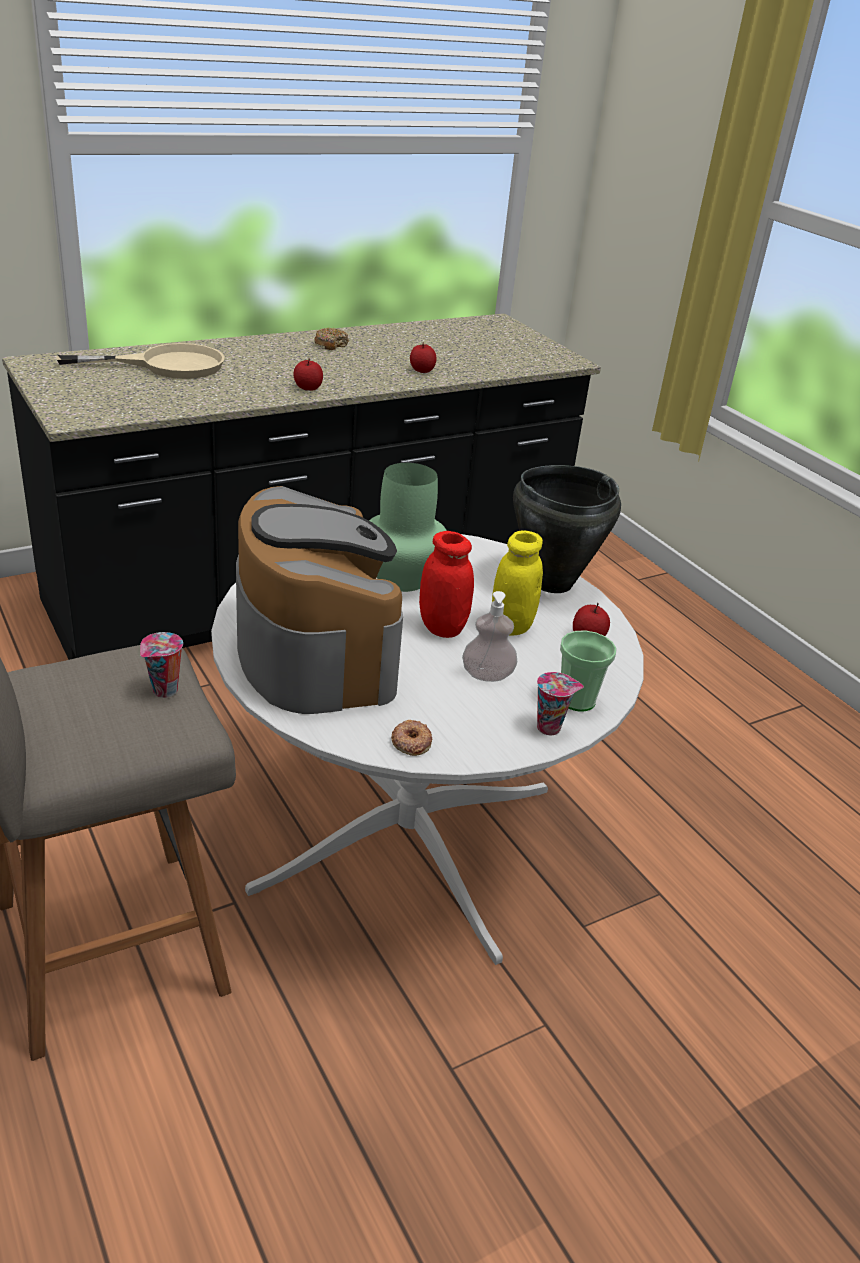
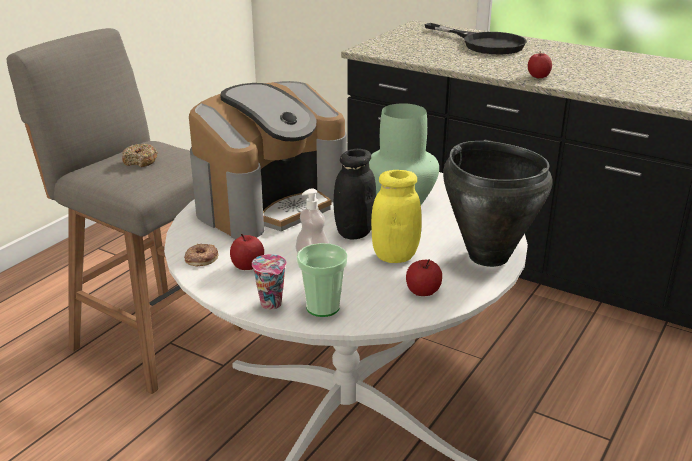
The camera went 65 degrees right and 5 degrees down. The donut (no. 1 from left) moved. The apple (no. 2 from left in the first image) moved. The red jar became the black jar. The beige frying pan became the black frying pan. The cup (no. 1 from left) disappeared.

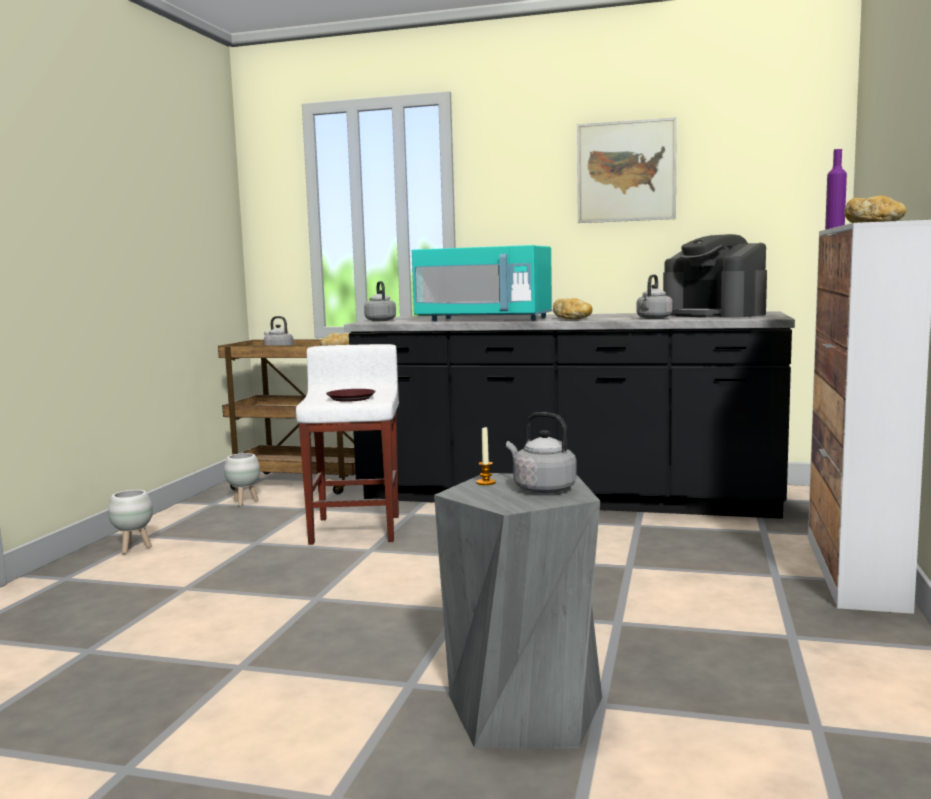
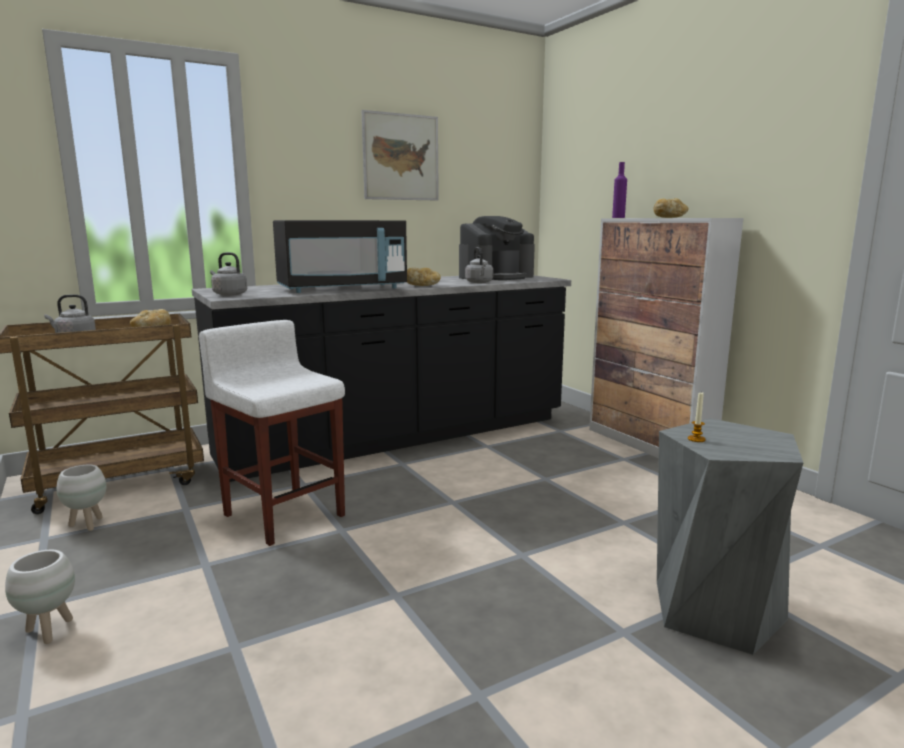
The camera went 45 degrees left and 5 degrees up. The turquoise microwave became the black microwave. The coffee machine turned 45 degrees counterclockwise. The brown plate disappeared. The grey kettle (no. 3 from left) disappeared.

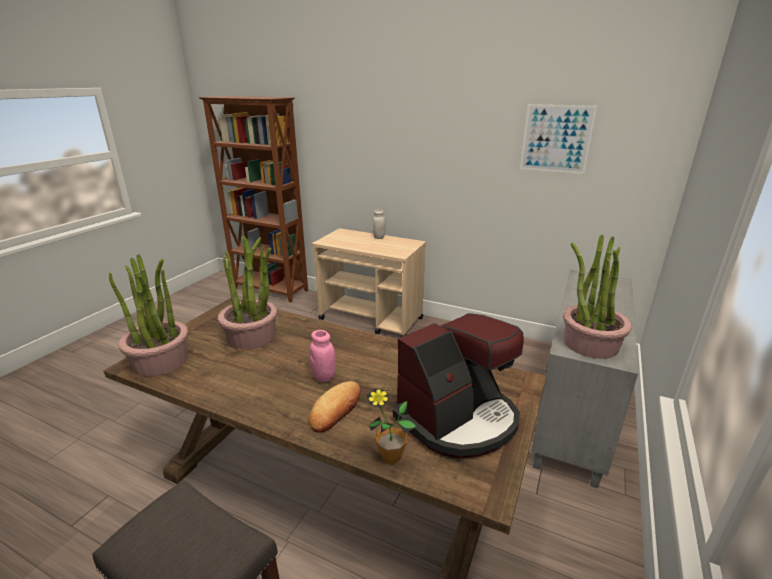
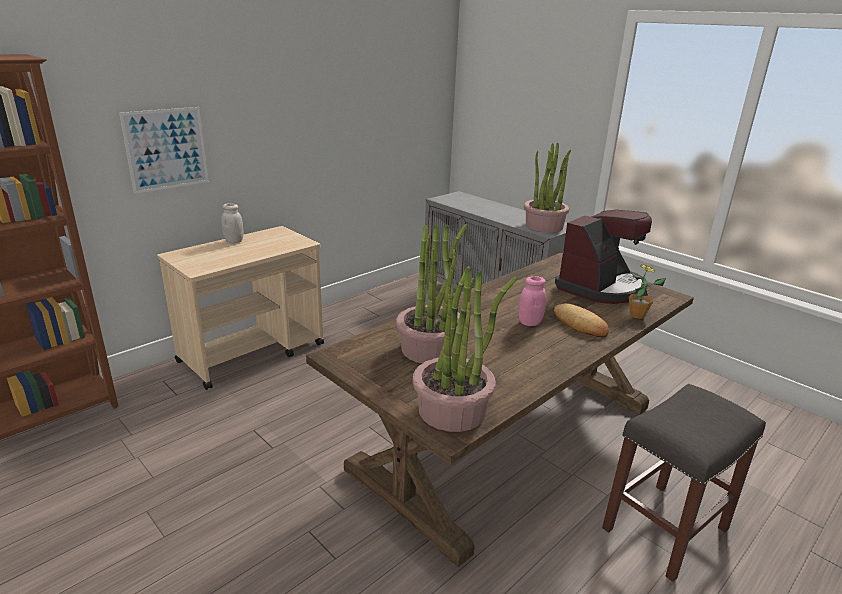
The camera went 70 degrees left and 0 degrees up. The picture moved. The coffee machine turned 60 degrees clockwise.

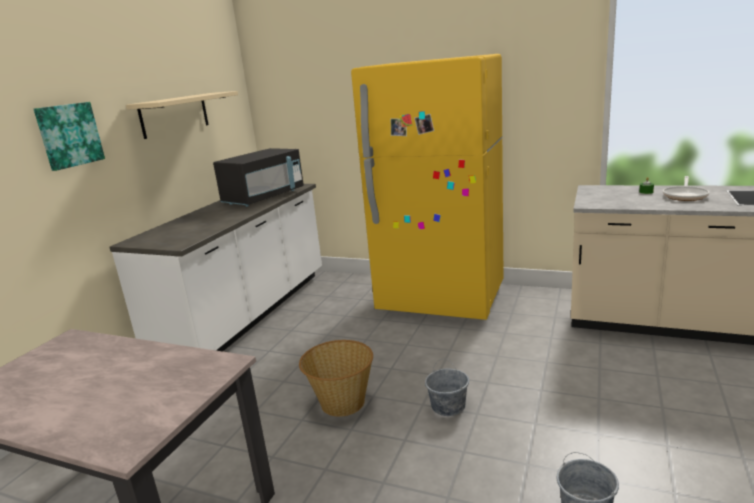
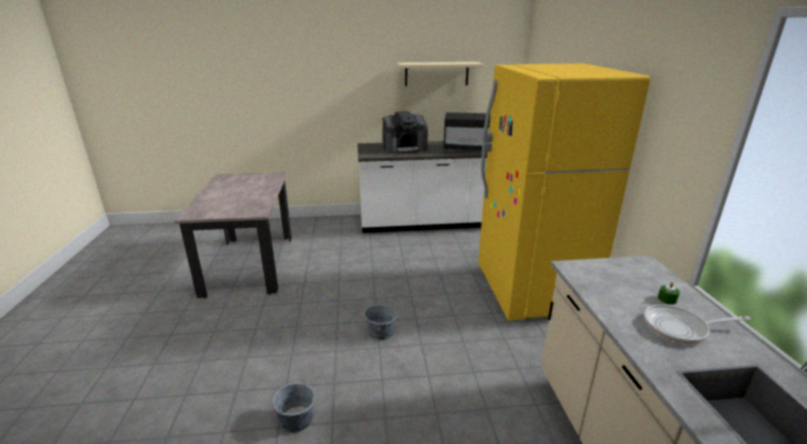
The camera went 60 degrees right and 5 degrees up. The coffee machine appeared. The picture disappeared. The basket disappeared.

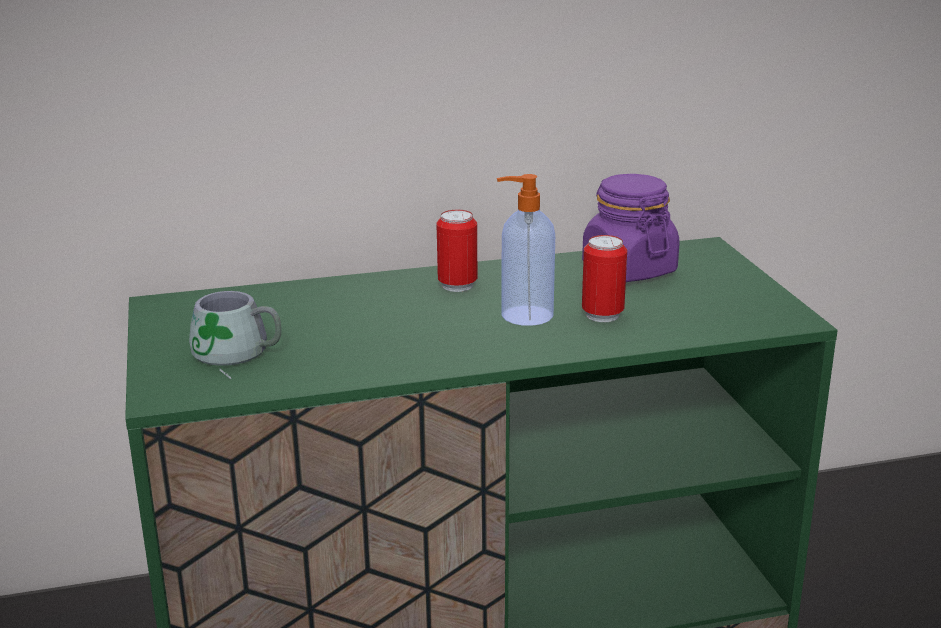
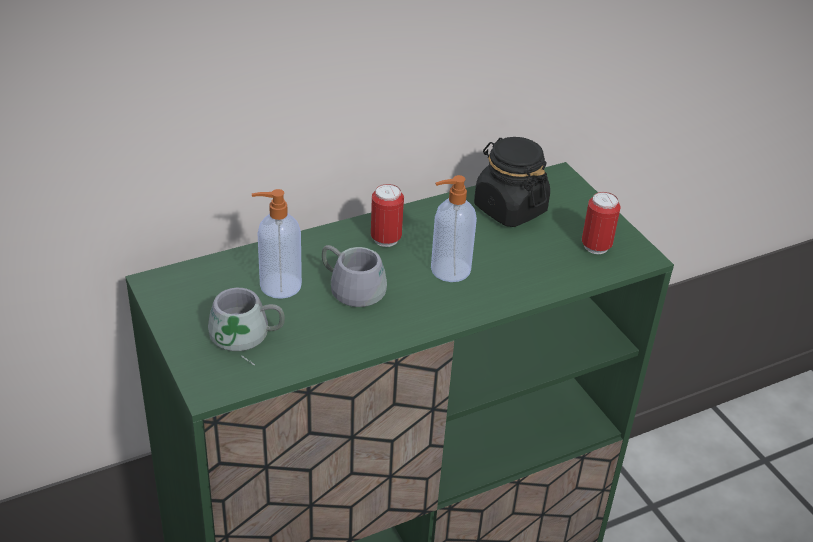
The camera went 15 degrees left and 15 degrees up. The soap dispenser (no. 1 from left) appeared. The grey mug (no. 2 from left) appeared. The purple jar became the black jar. The can (no. 2 from left) moved.

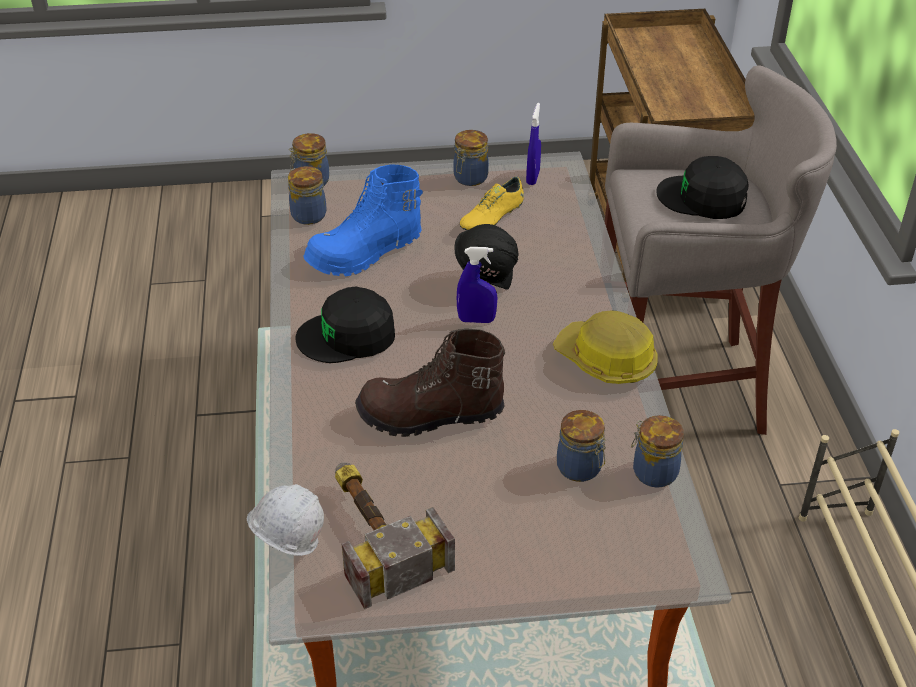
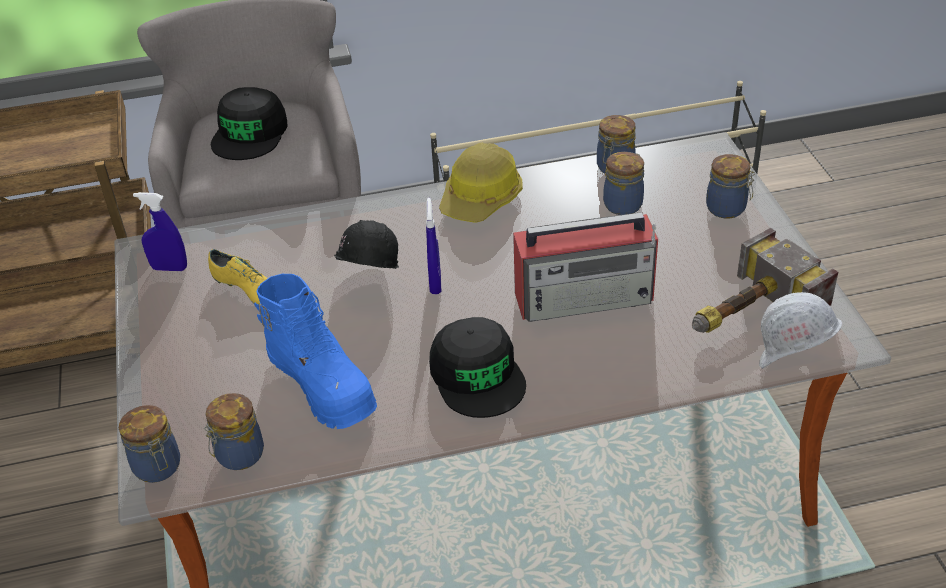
The camera went 95 degrees left and 0 degrees up. The brown boot was replaced by the radio. The jar (no. 3 from left in the first image) moved.

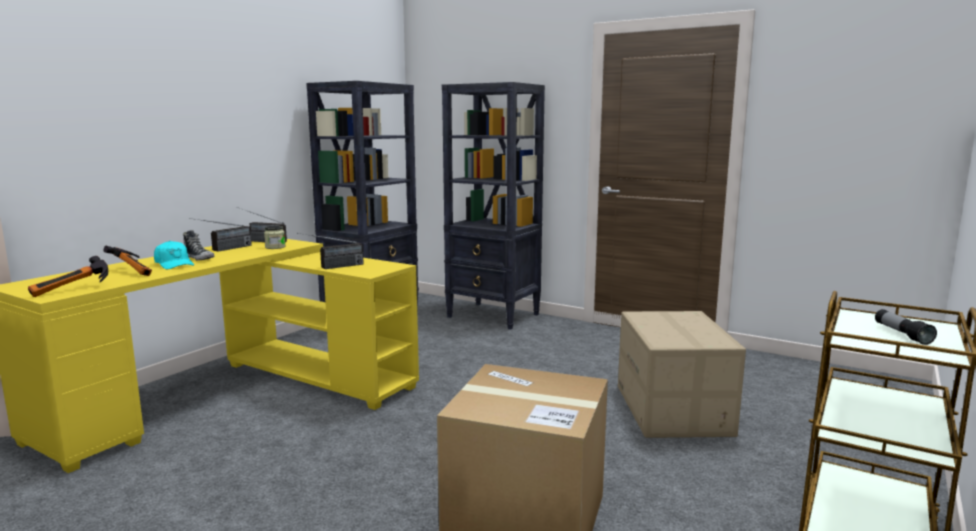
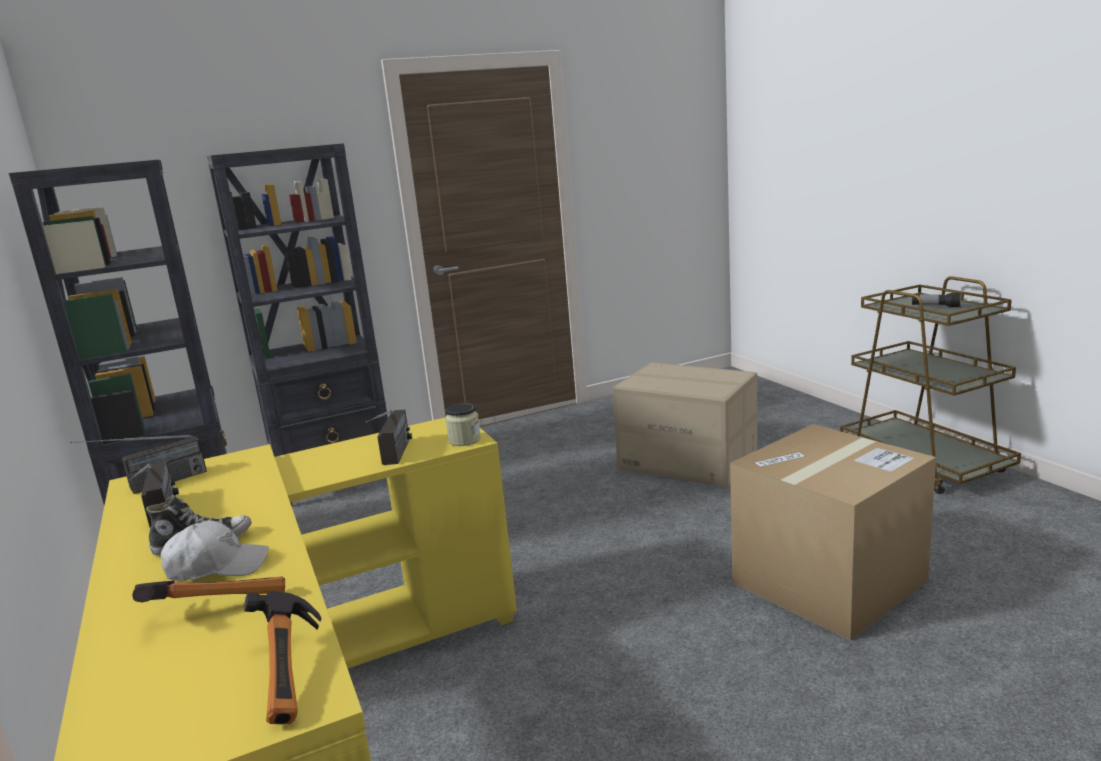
The camera went 55 degrees left and 5 degrees up. The turquoise cap became the white cap. The jar moved.

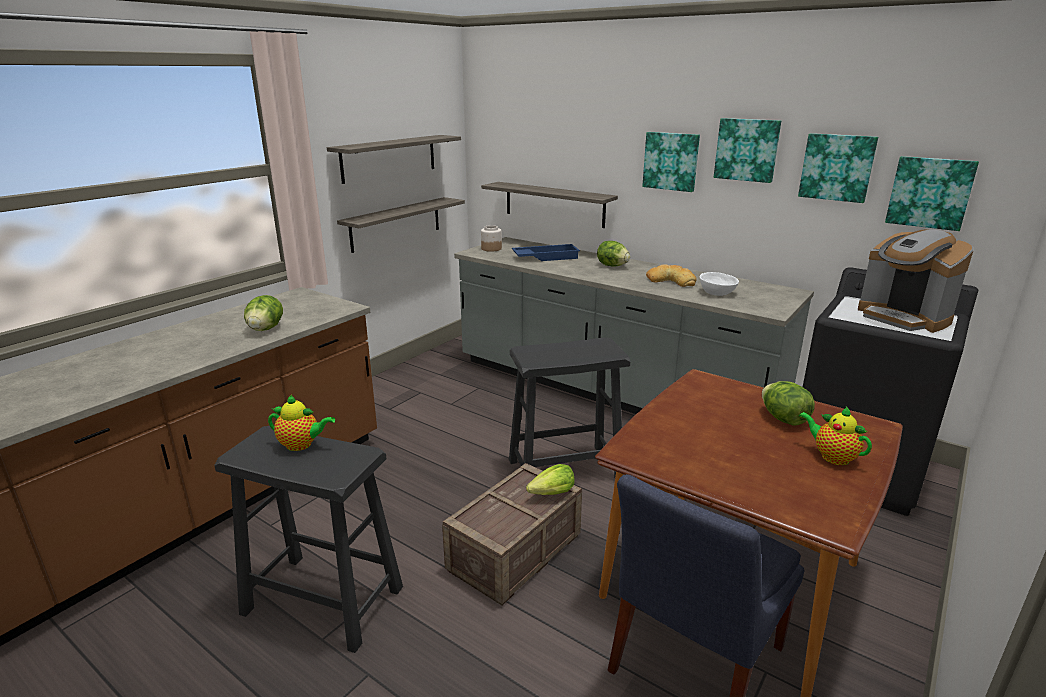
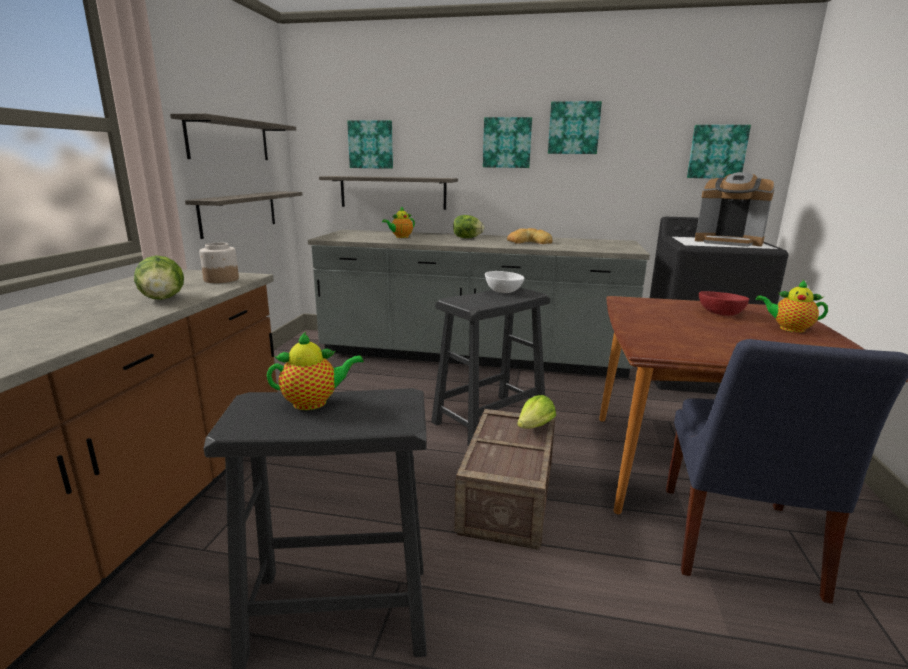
The camera went 25 degrees left and 5 degrees down. The jar moved. The picture (no. 3 from left in the first image) moved. The blue tray was replaced by the teapot (no. 2 from left). The white bowl moved. The lettuce (no. 4 from left) was replaced by the red bowl.

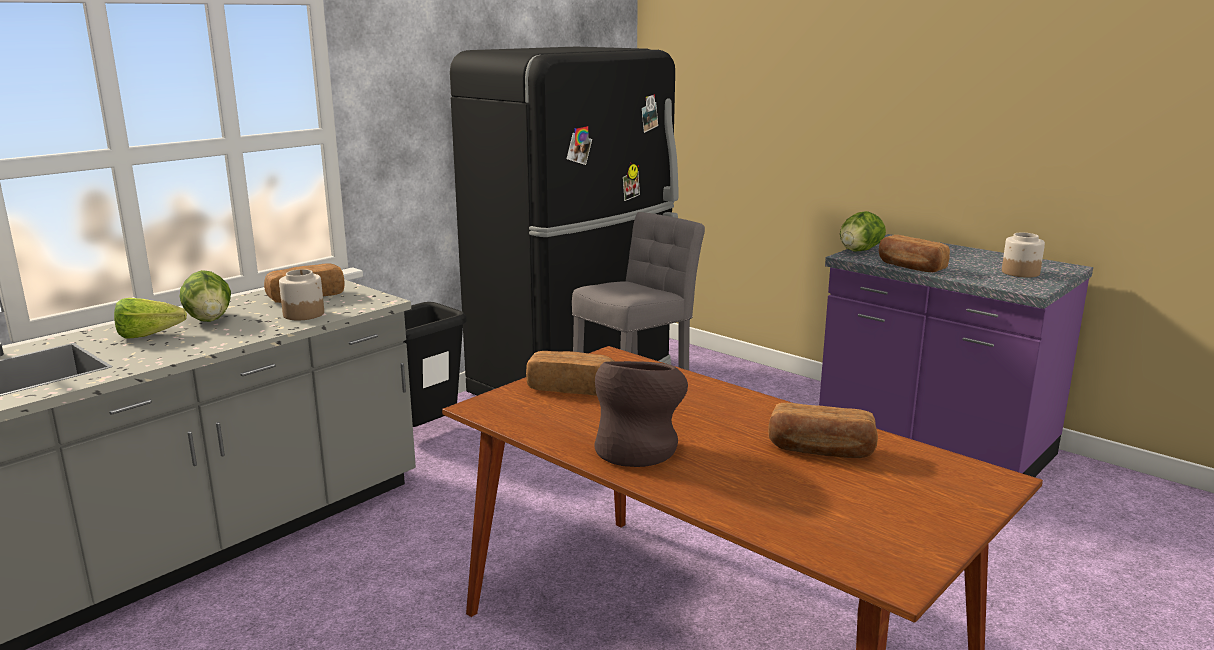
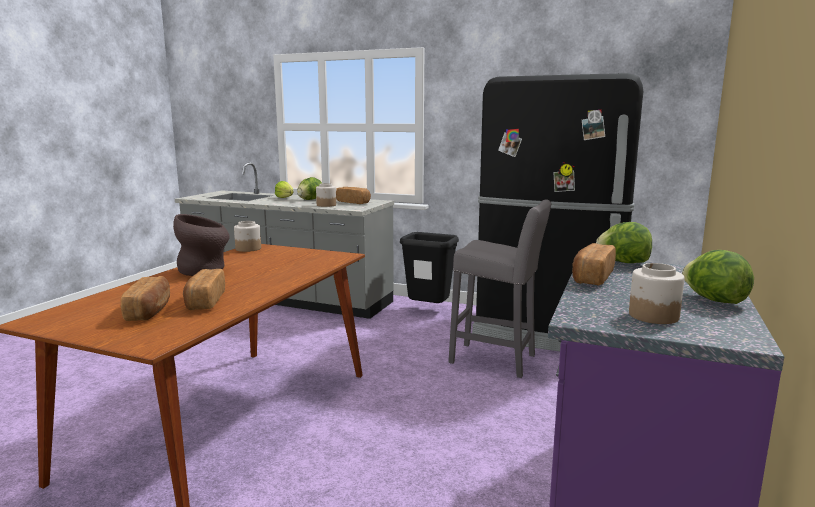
The camera went 70 degrees right and 5 degrees down. The bread (no. 2 from left in the first image) moved. The jar (no. 1 from left) appeared. The lettuce (no. 4 from left) appeared.

